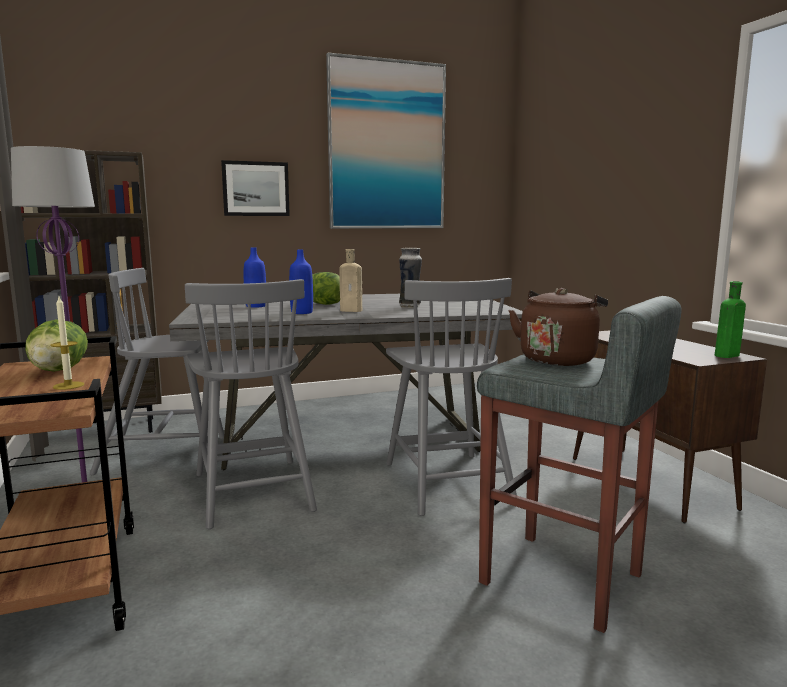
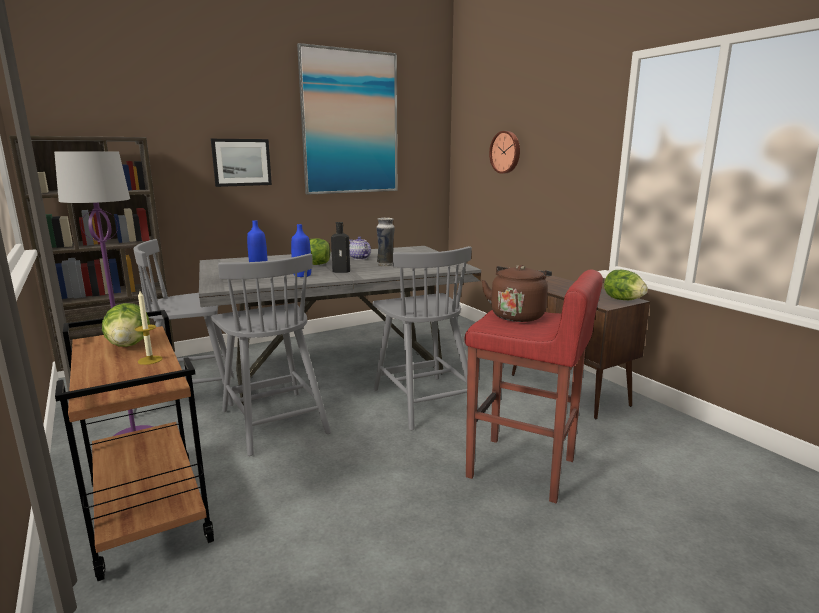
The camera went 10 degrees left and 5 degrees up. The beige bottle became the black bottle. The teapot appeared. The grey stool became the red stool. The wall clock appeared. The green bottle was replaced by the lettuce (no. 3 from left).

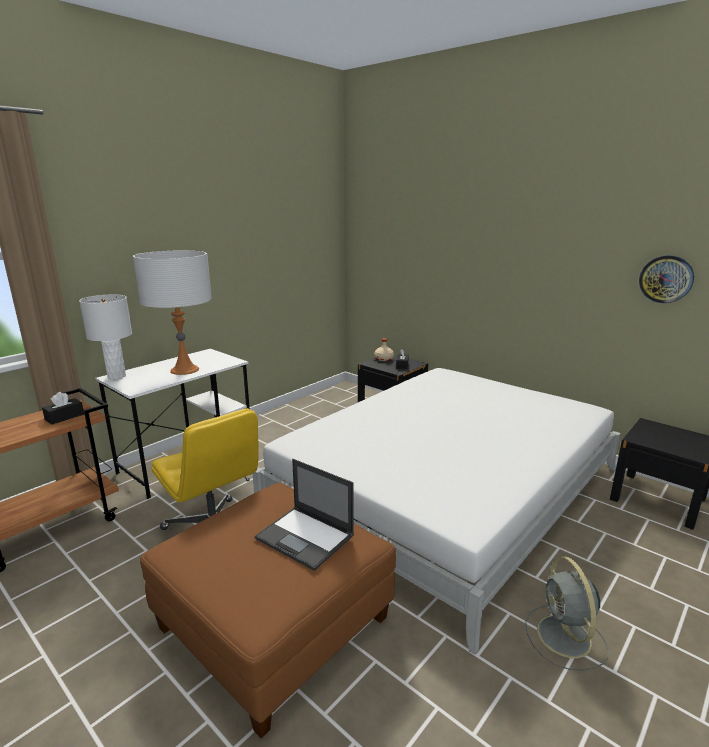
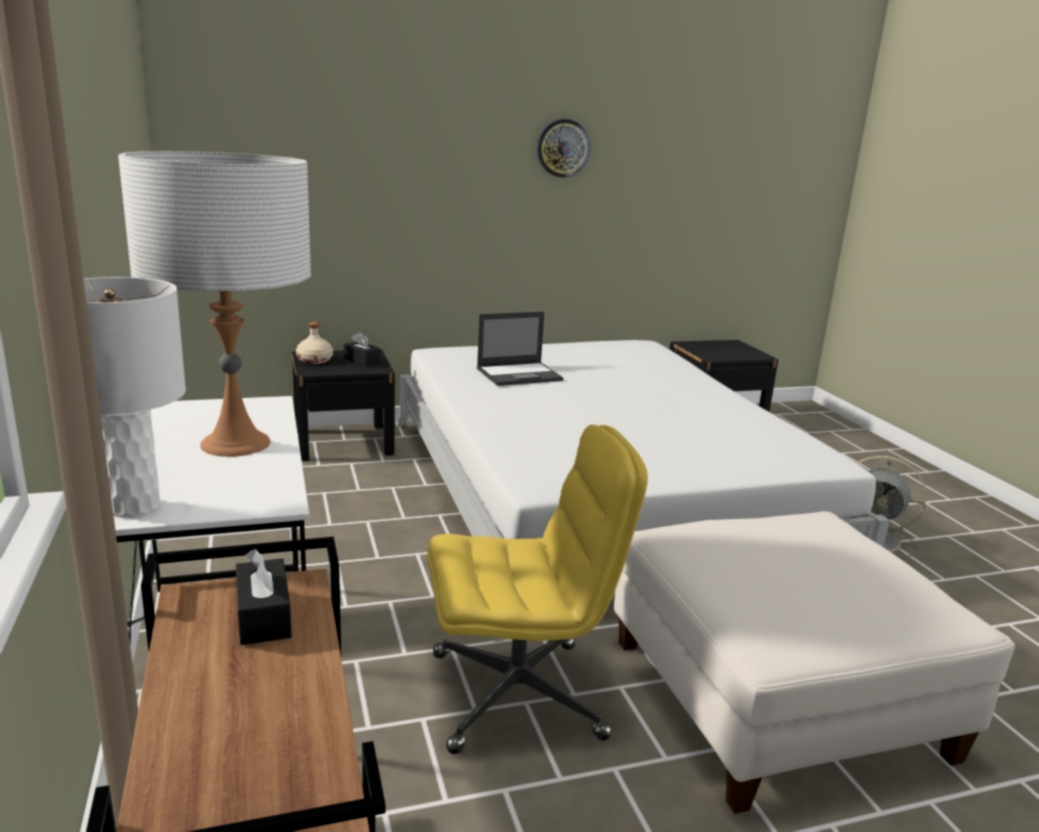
The camera went 60 degrees left and 0 degrees up. The laptop moved. The wall clock moved. The brown ottoman became the white ottoman.

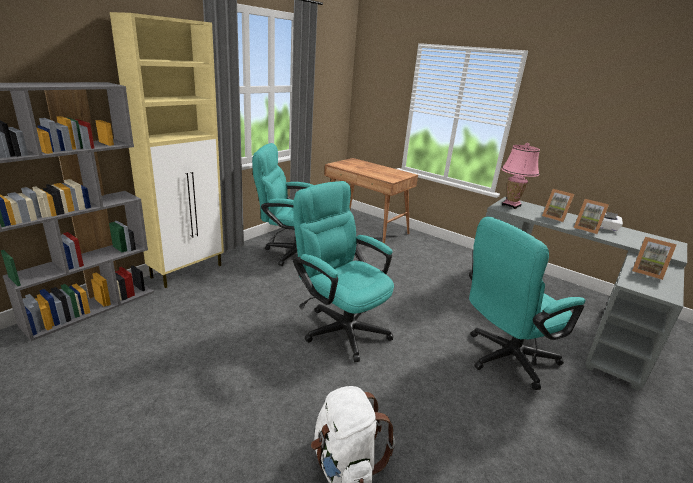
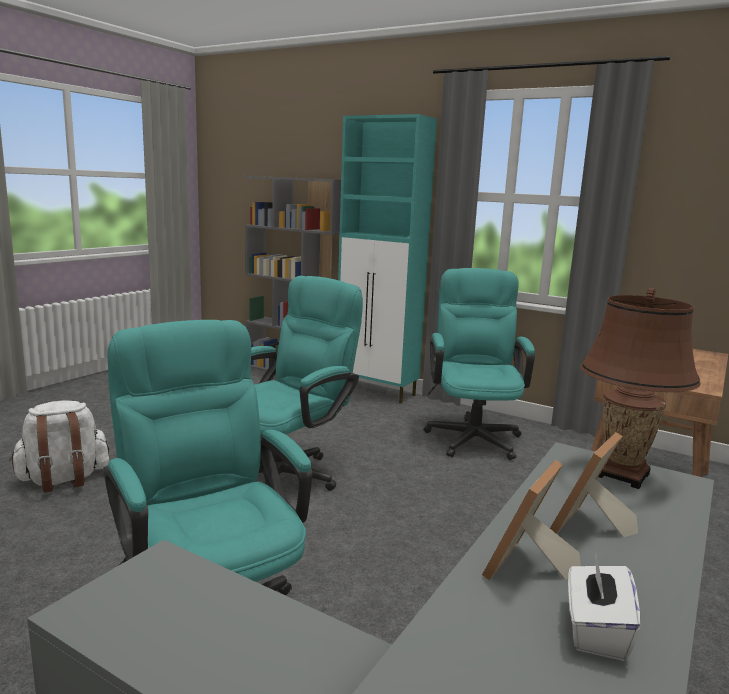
The camera went 85 degrees right and 10 degrees down. The beige cabinet became the turquoise cabinet. The pink table lamp became the brown table lamp. The picture frame (no. 3 from left) disappeared.

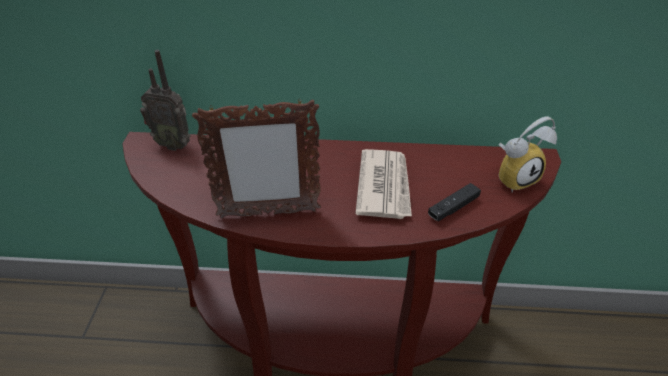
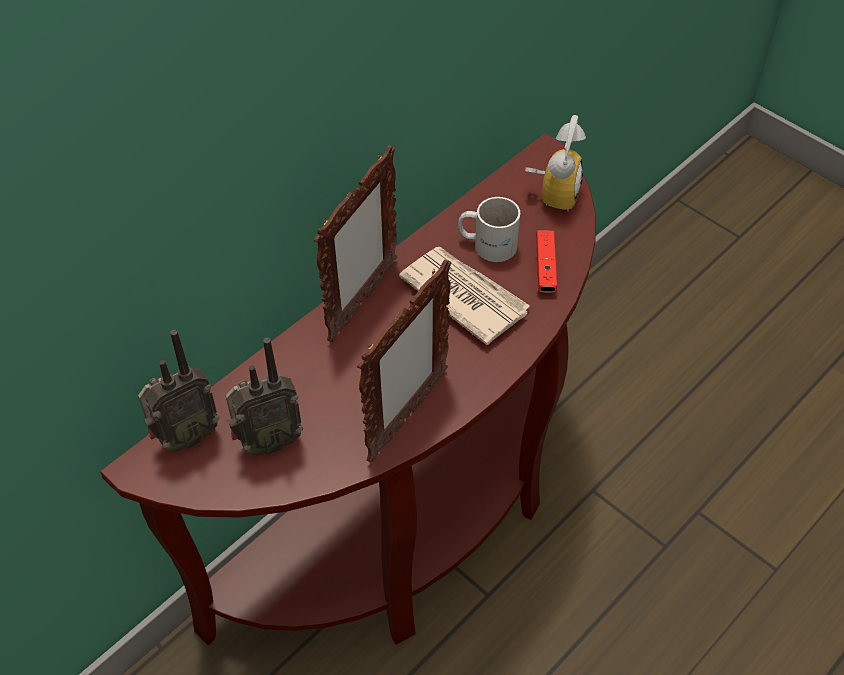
The camera went 50 degrees left and 10 degrees up. The radio (no. 2 from left) appeared. The picture frame (no. 1 from left) appeared. The white mug appeared. The black game controller became the red game controller.

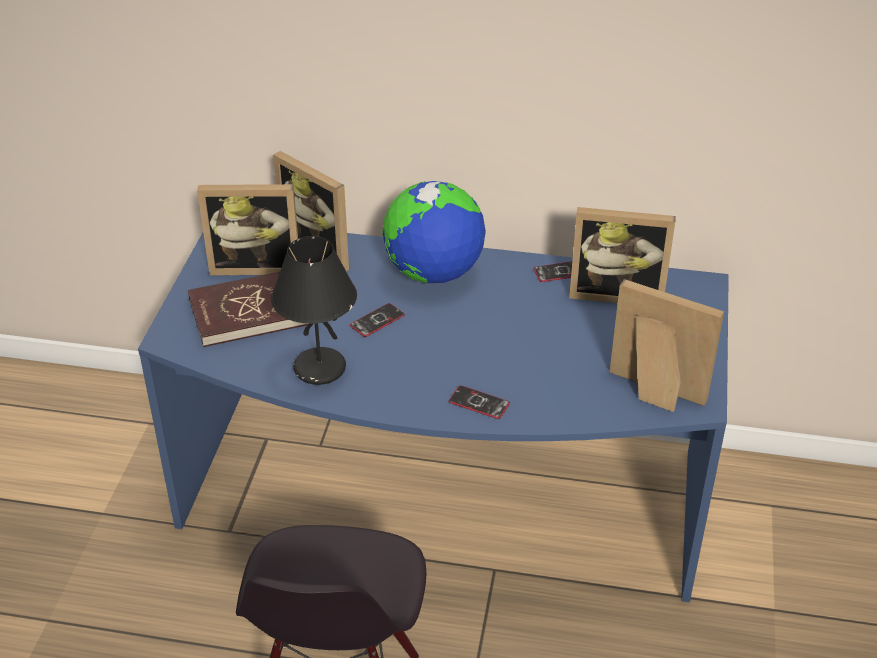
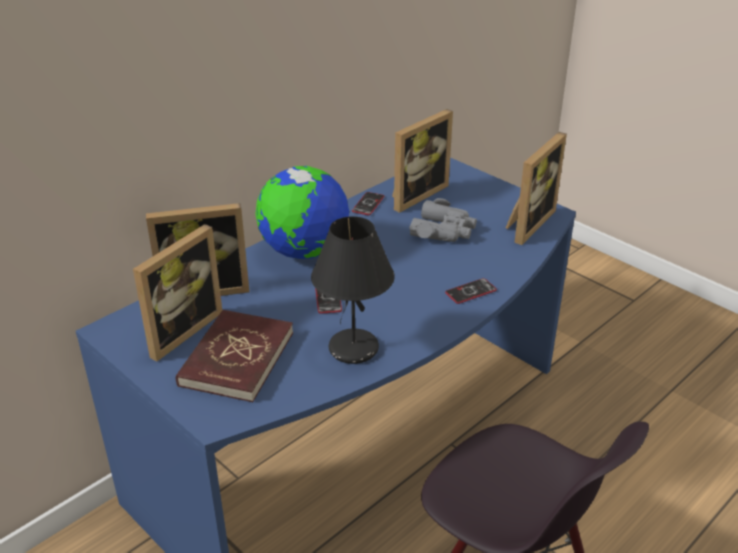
The camera went 55 degrees left and 5 degrees down. The grey binoculars appeared. The picture frame (no. 4 from left) turned 150 degrees clockwise.

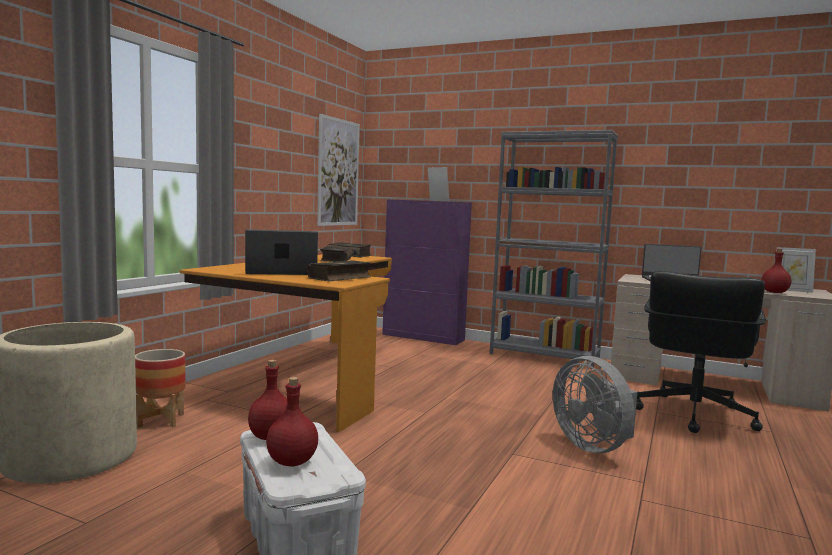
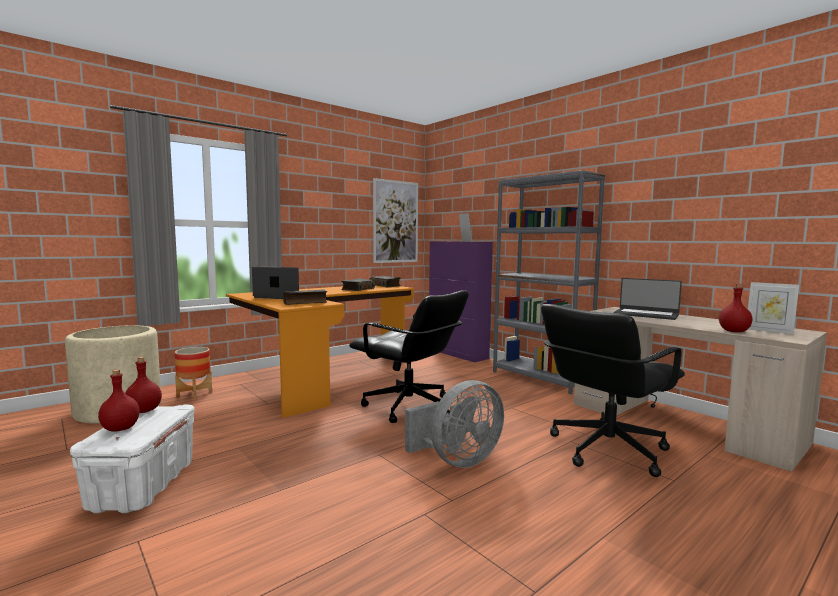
The camera went 25 degrees right and 0 degrees up. The black office chair (no. 1 from left) appeared. The grey fan turned 120 degrees counterclockwise.

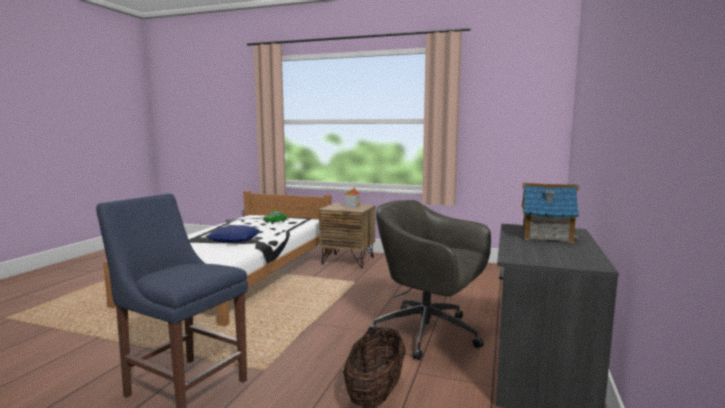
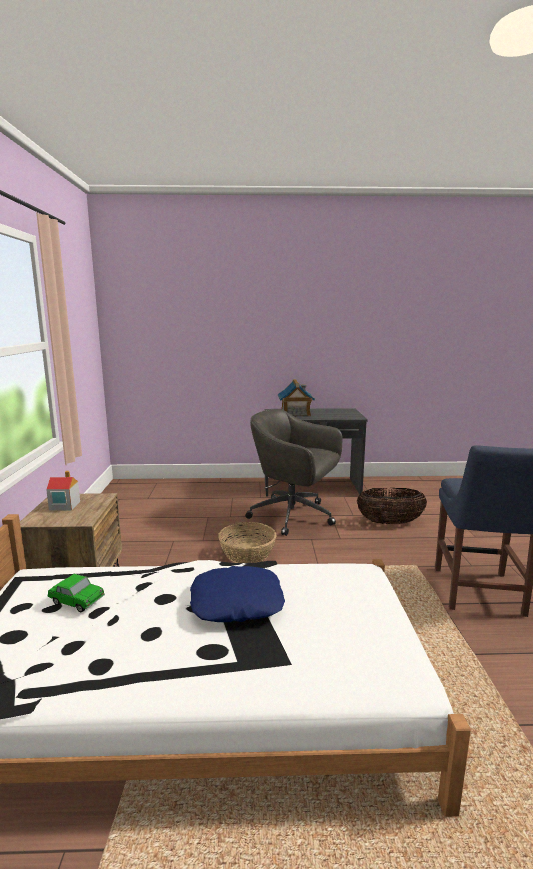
The camera went 110 degrees left and 5 degrees up. The basket (no. 1 from left) appeared. The grey office chair turned 105 degrees clockwise.

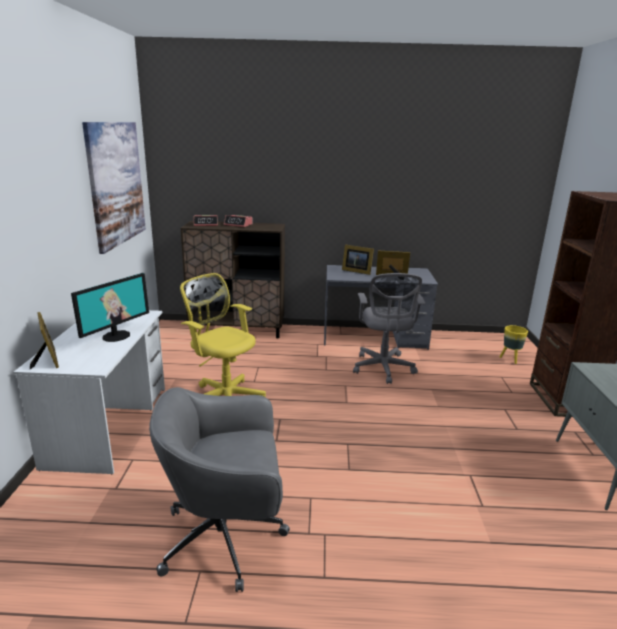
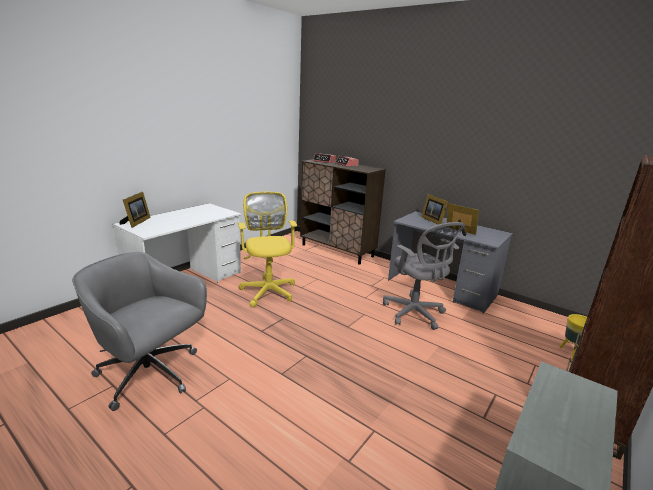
The camera went 35 degrees right and 0 degrees up. The grey office chair (no. 2 from left) turned 60 degrees counterclockwise. The monitor disappeared. The picture disappeared.

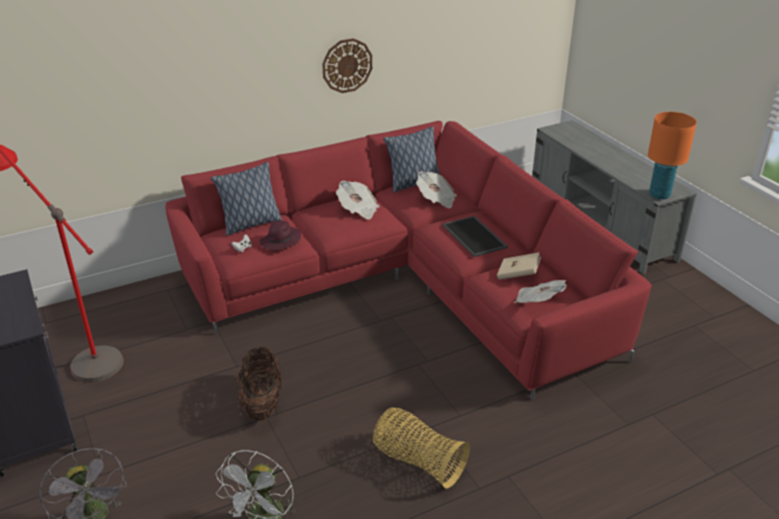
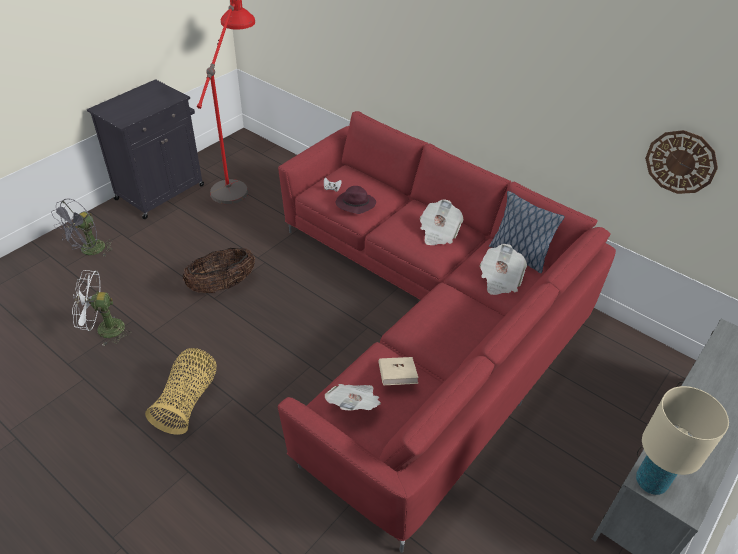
The camera went 65 degrees right and 10 degrees up. The orange table lamp became the beige table lamp. The wall clock moved. The pillow (no. 1 from left) disappeared. The tray disappeared.

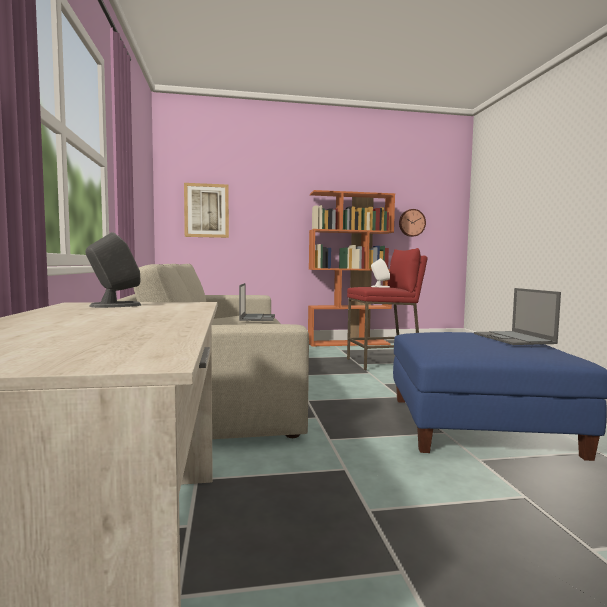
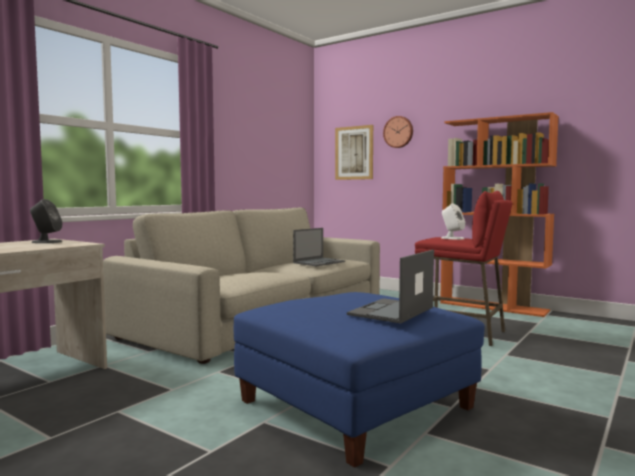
The camera went 45 degrees right and 0 degrees up. The wall clock moved.

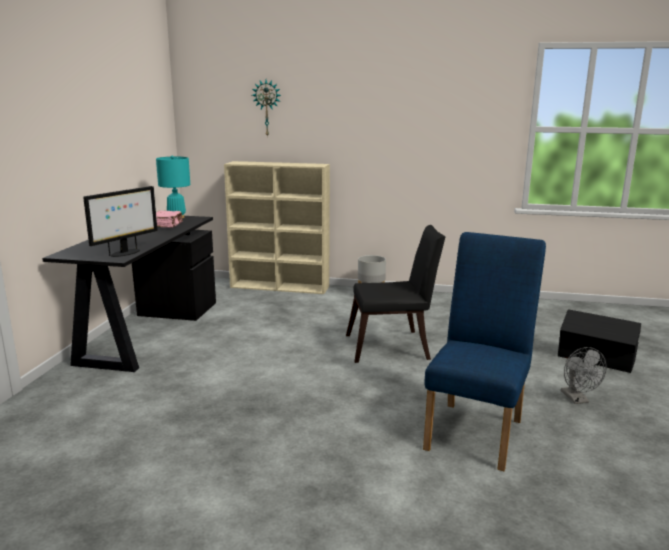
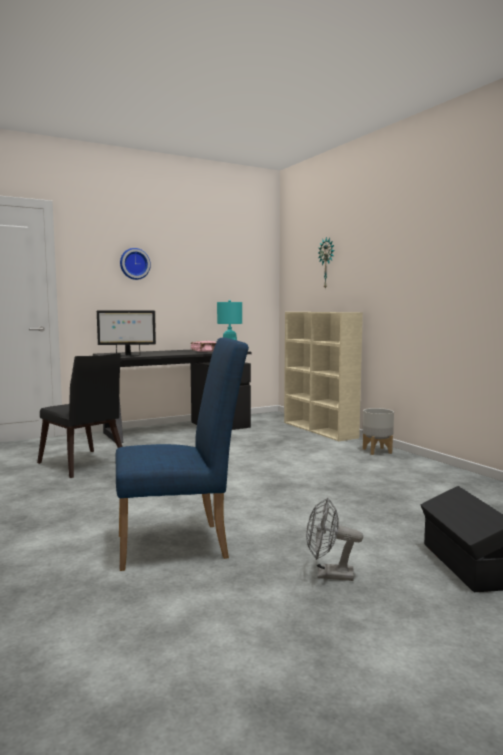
The camera went 50 degrees right and 10 degrees down. The black chair moved. The wall clock (no. 1 from left) appeared. The grey fan turned 60 degrees clockwise.

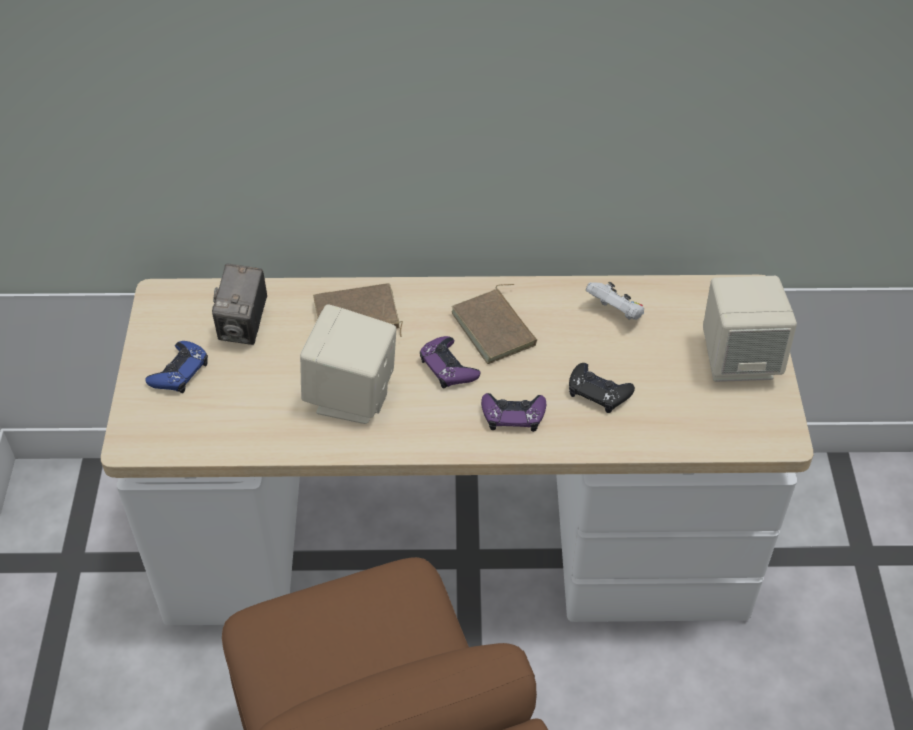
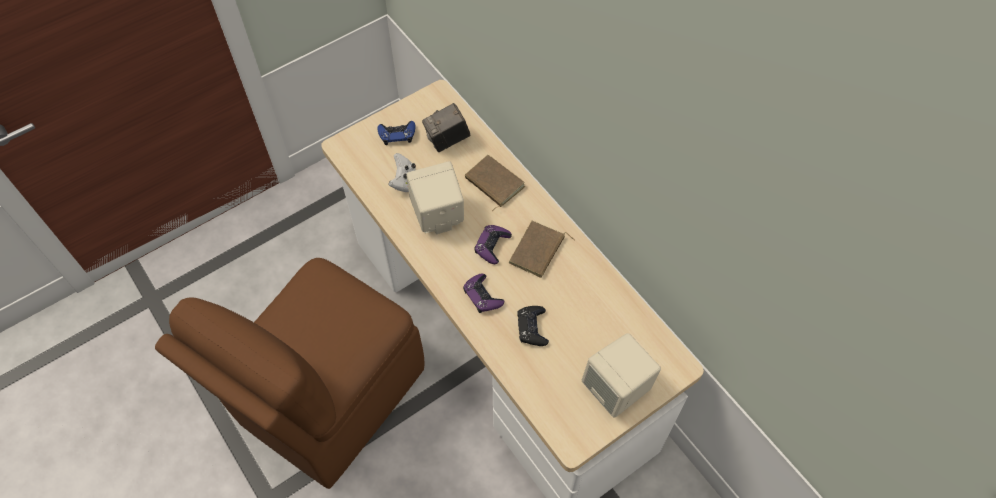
The camera went 55 degrees right and 10 degrees up. The white game controller moved.

